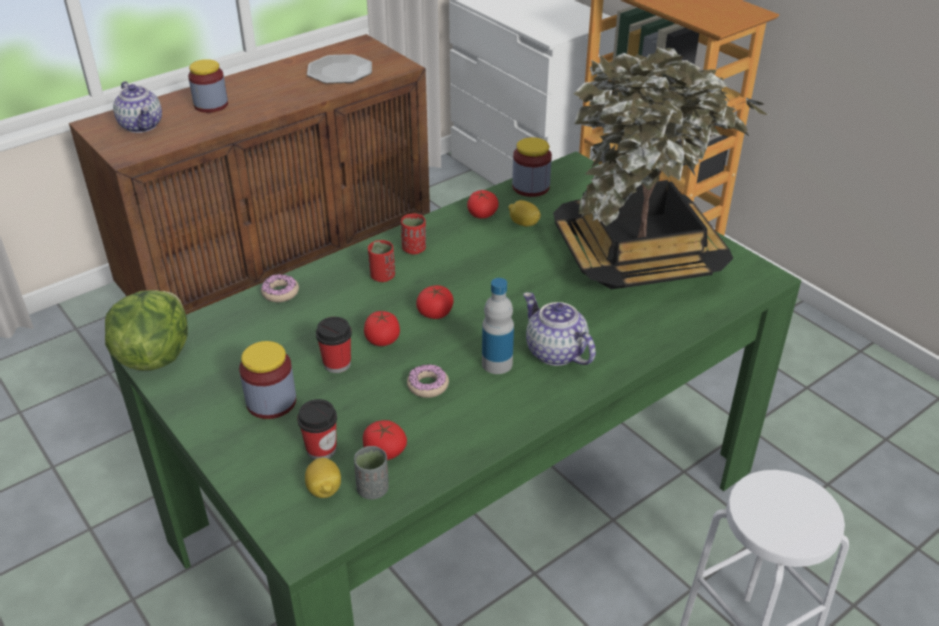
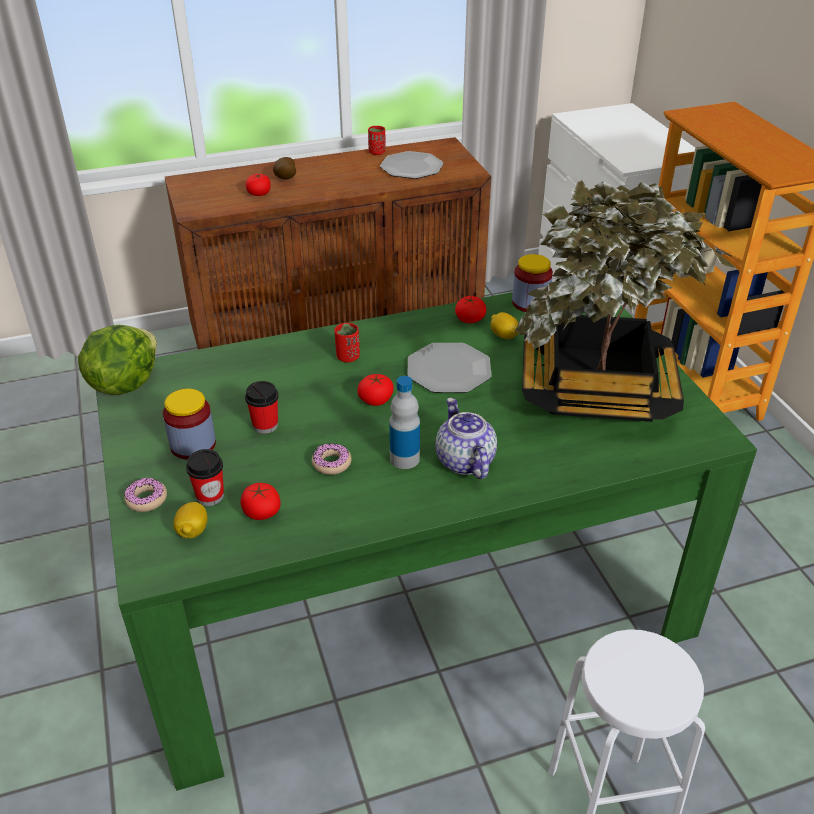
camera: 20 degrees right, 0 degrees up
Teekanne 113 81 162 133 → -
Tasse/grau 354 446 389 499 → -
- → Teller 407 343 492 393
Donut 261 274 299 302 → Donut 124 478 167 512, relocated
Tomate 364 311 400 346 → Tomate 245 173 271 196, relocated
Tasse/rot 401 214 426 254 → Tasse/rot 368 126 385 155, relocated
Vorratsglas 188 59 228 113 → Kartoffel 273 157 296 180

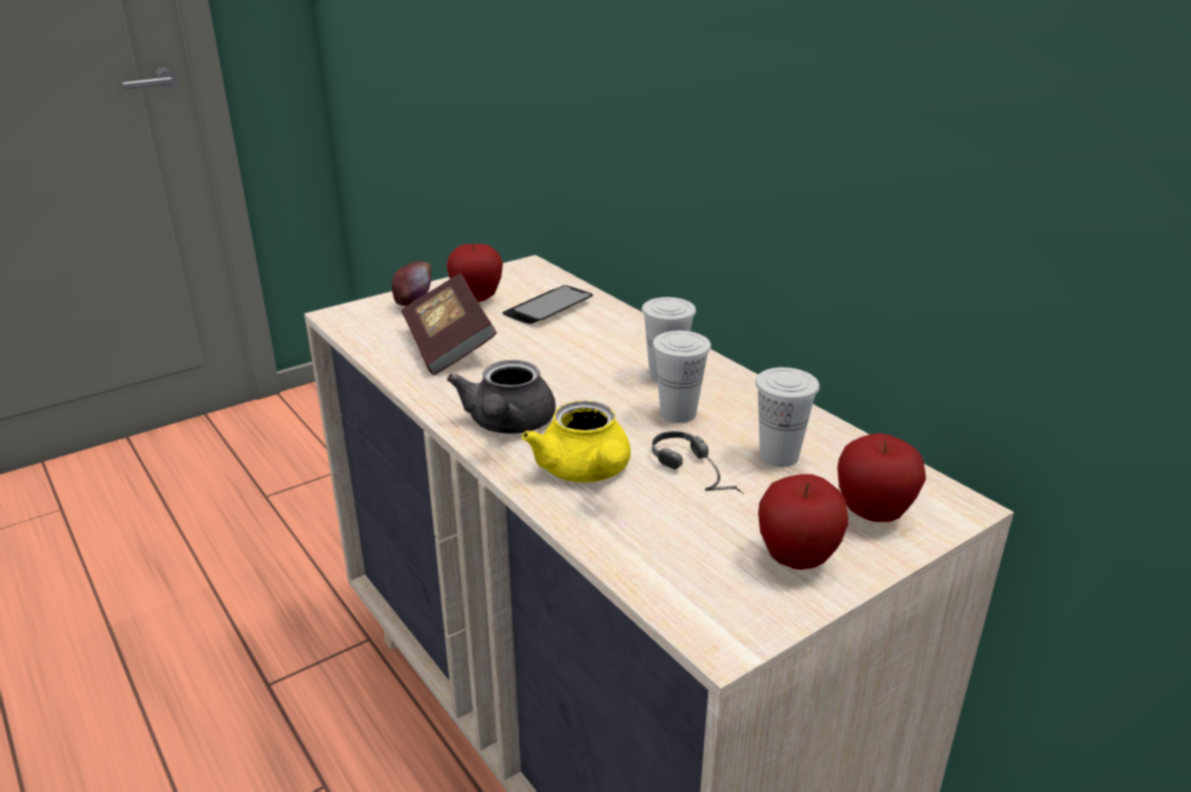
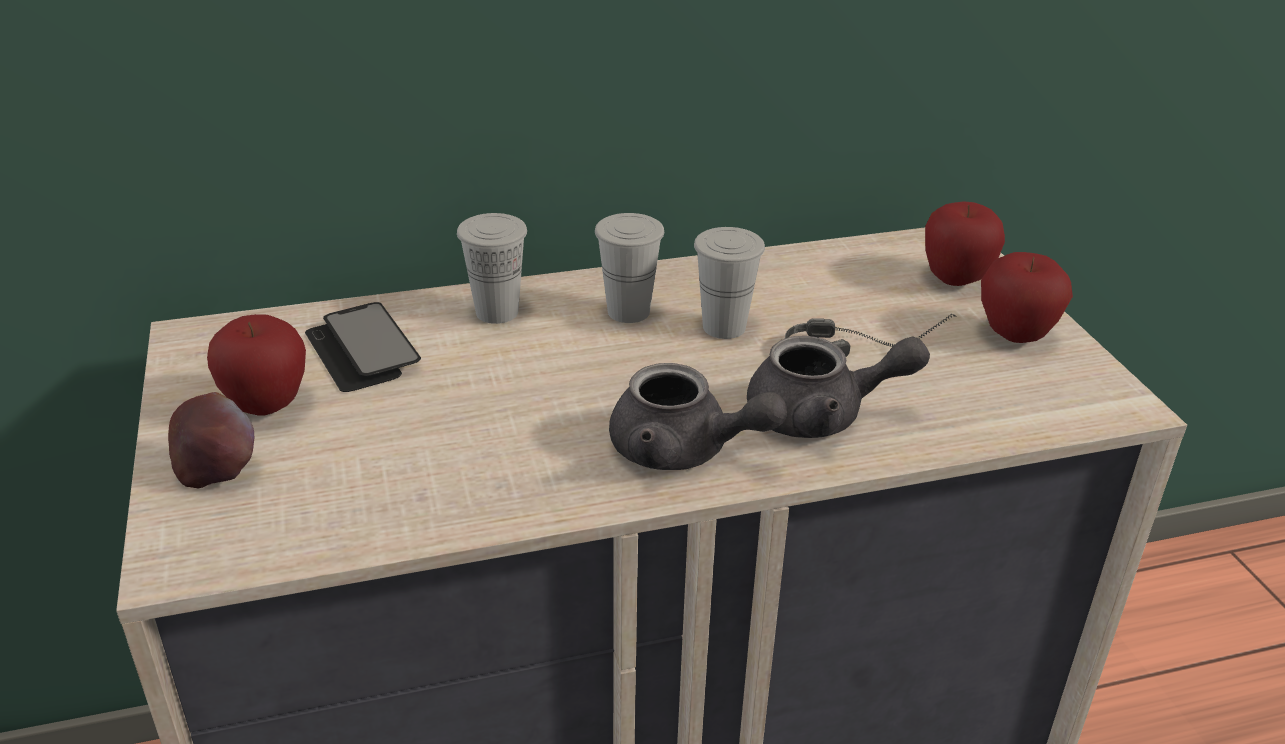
camera: 70 degrees left, 5 degrees up
Buch 401 273 497 375 → -
Tasse/weiß 755 367 819 467 → Tasse/weiß 457 213 527 324, relocated
Teekanne/gelb 522 401 631 482 → Teekanne/grau 747 336 930 438

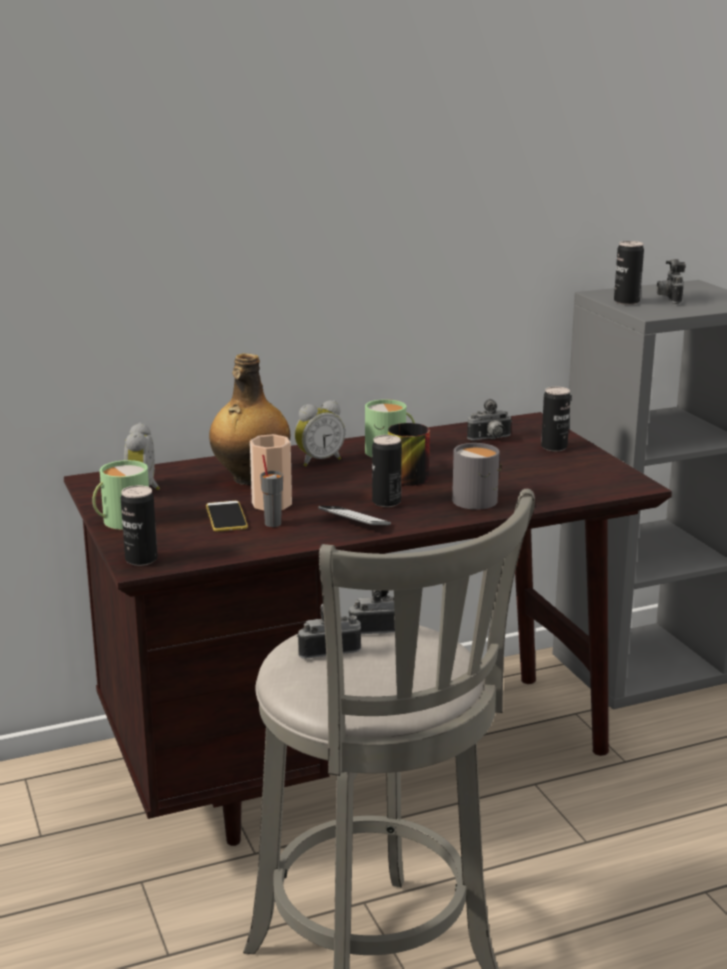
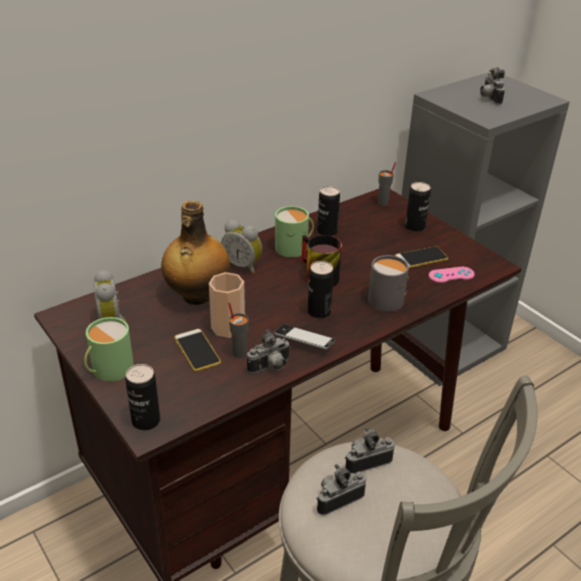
camera: 15 degrees left, 15 degrees up
- → Tasse/grau 378 162 396 206
- → Handy 395 246 448 268
- → Gamepad/rosa 429 267 475 283
Kamera 467 399 512 441 → Kamera 247 330 290 374, relocated
Dose 614 241 644 305 → Dose 317 186 340 236, relocated
Wecker 295 400 345 466 → Wecker 221 220 262 274, 75 degrees clockwise

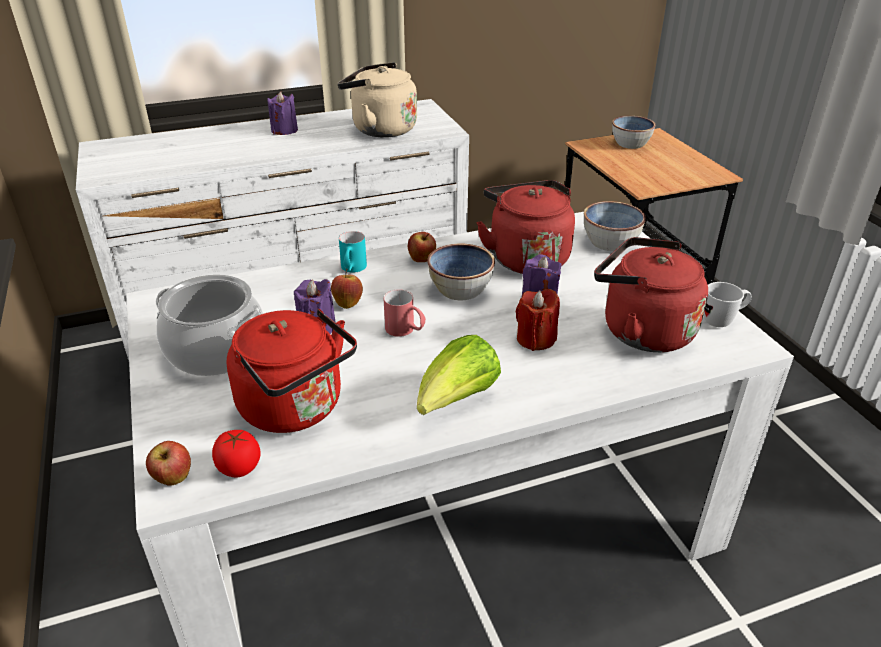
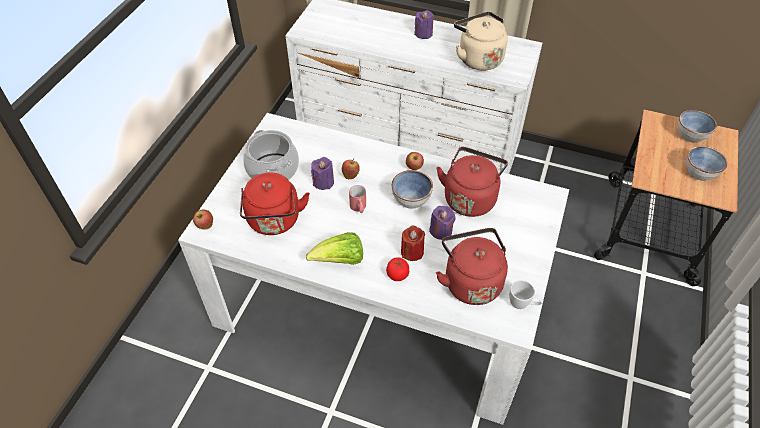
camera: 40 degrees right, 15 degrees up
Henkelbecher/türkis 339 231 367 273 → -
Tomate 212 430 261 478 → Tomate 386 257 409 281, relocated
Schüssel 584 201 646 251 → Schüssel 686 146 727 181, relocated

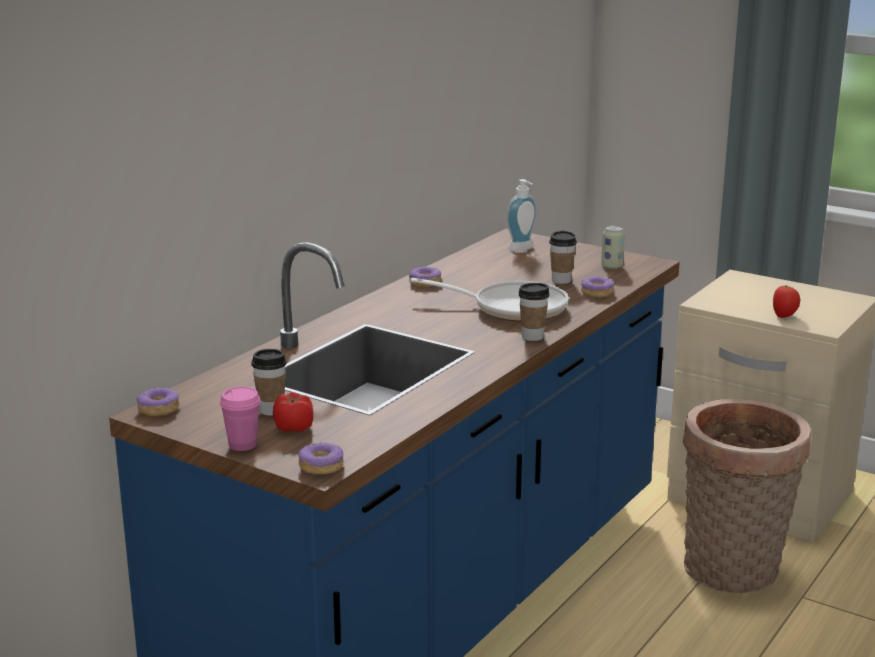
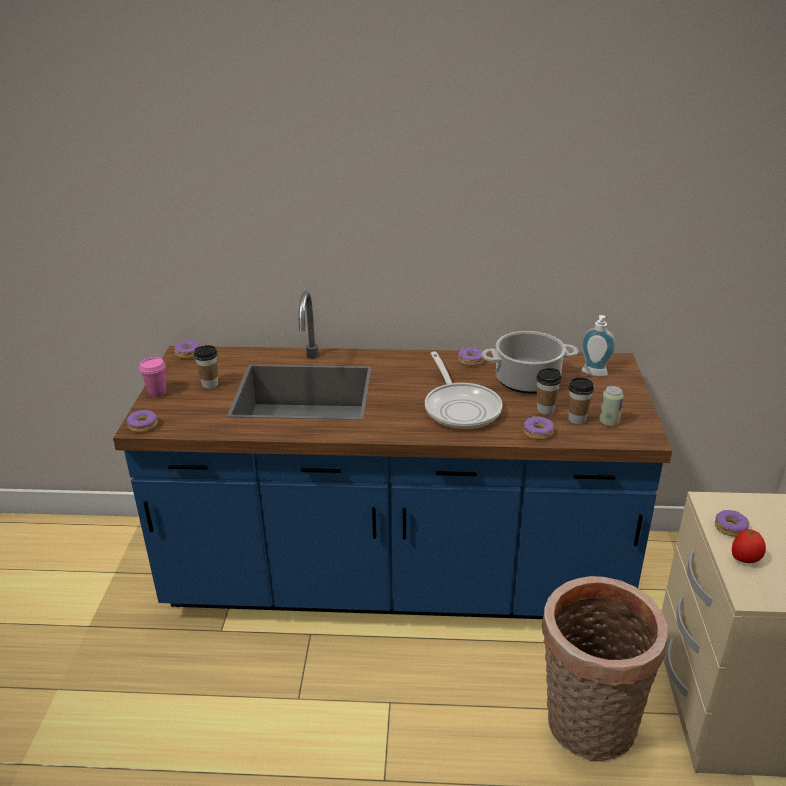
camera: 60 degrees right, 10 degrees up
Tomate 273 392 313 432 → -
- → Kochtopf 481 331 578 394
- → Donut 715 510 749 537
Tasse 519 283 550 341 → Tasse 568 377 594 424, relocated

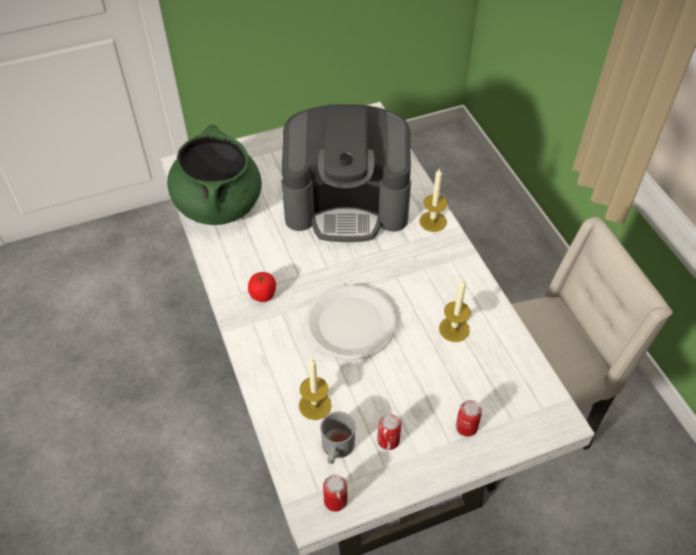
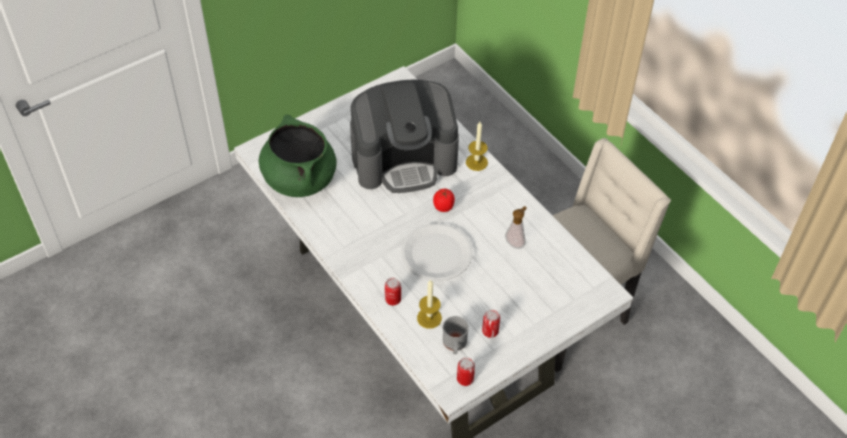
camera: 15 degrees left, 0 degrees up
Tomate 248 272 276 302 → Tomate 433 189 455 212, relocated
Dose 456 400 482 436 → Dose 385 277 401 306, relocated
Kerze 439 278 471 342 → Seifenspender 505 206 527 249

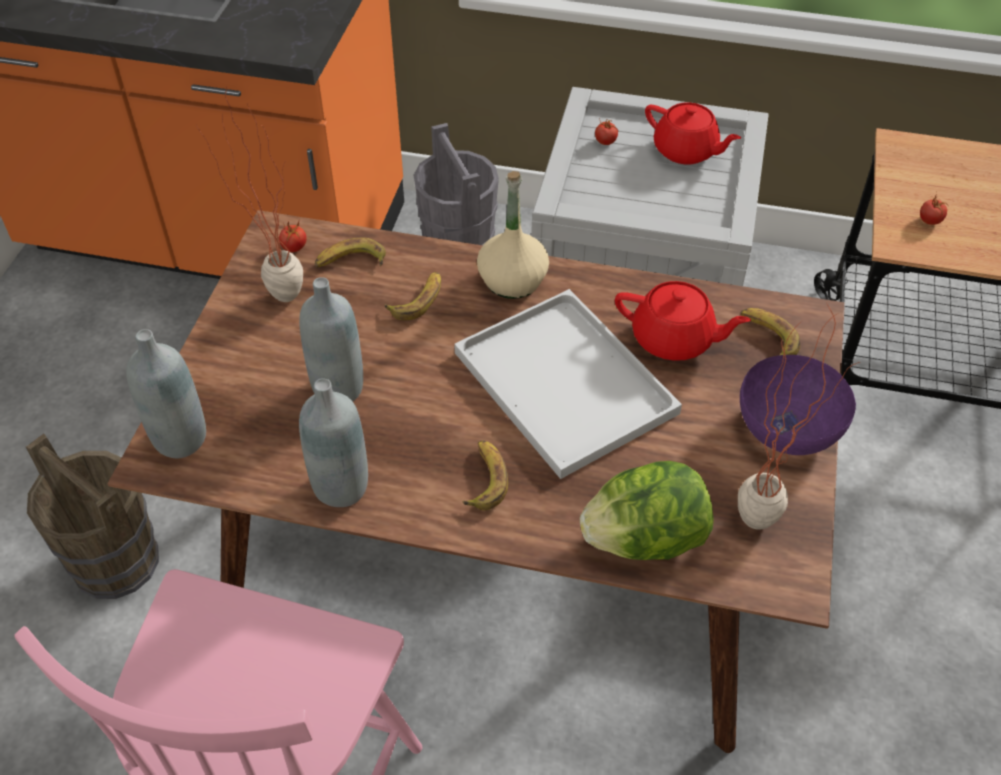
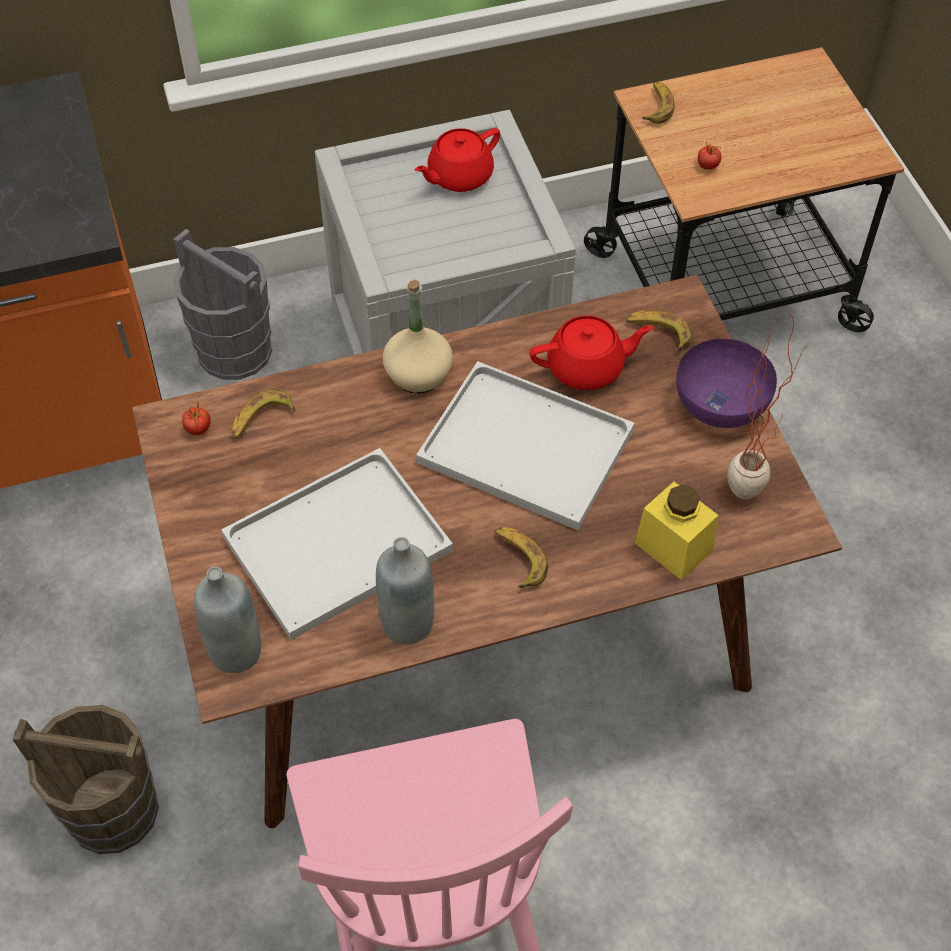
camera: 30 degrees left, 5 degrees up
Topfpflanze 196 87 303 302 → -
Tomate 595 118 618 145 → -
Banane 385 272 441 320 → Banane 642 82 674 124, relocated
Flasche/grau 299 277 363 401 → Tablett/weiß 221 448 453 640
Salatkopf 580 461 714 560 → Vorratsglas/gelb 635 482 719 580
Teekanne/rot 645 102 741 165 → Teekanne/rot 414 128 500 192, 135 degrees clockwise

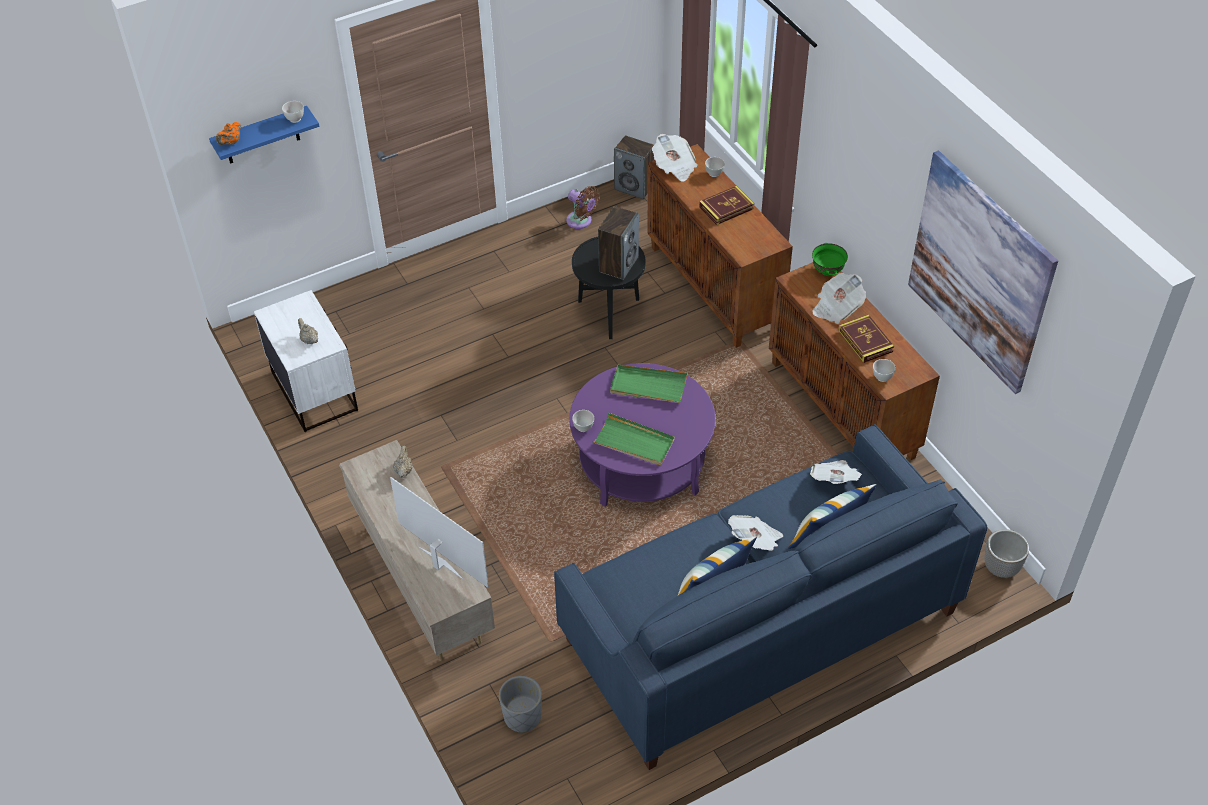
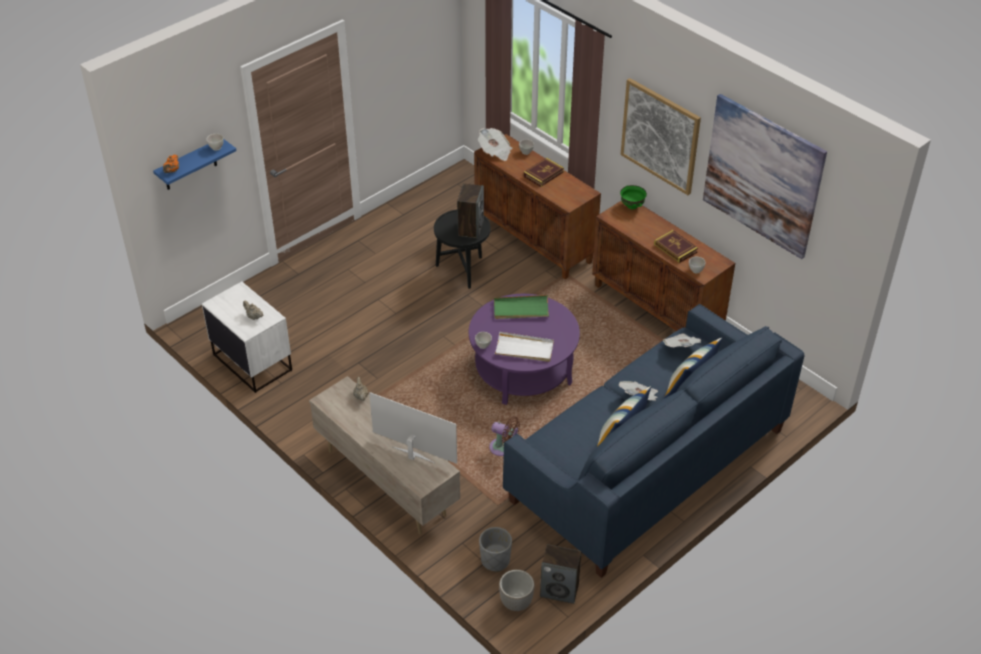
camera: 15 degrees left, 5 degrees down
Zeitung 812 273 866 324 → -
- → Bild 621 78 701 195
Ventilator/braun 566 186 600 229 → Ventilator/braun 489 417 520 456, relocated
Lautsprecher 614 135 655 199 → Lautsprecher 540 544 581 604, relocated
Pflanzkübel 984 529 1029 578 → Pflanzkübel 499 570 534 611, relocated
Tablett/grün 592 413 675 465 → Tablett/weiß 494 332 554 362

